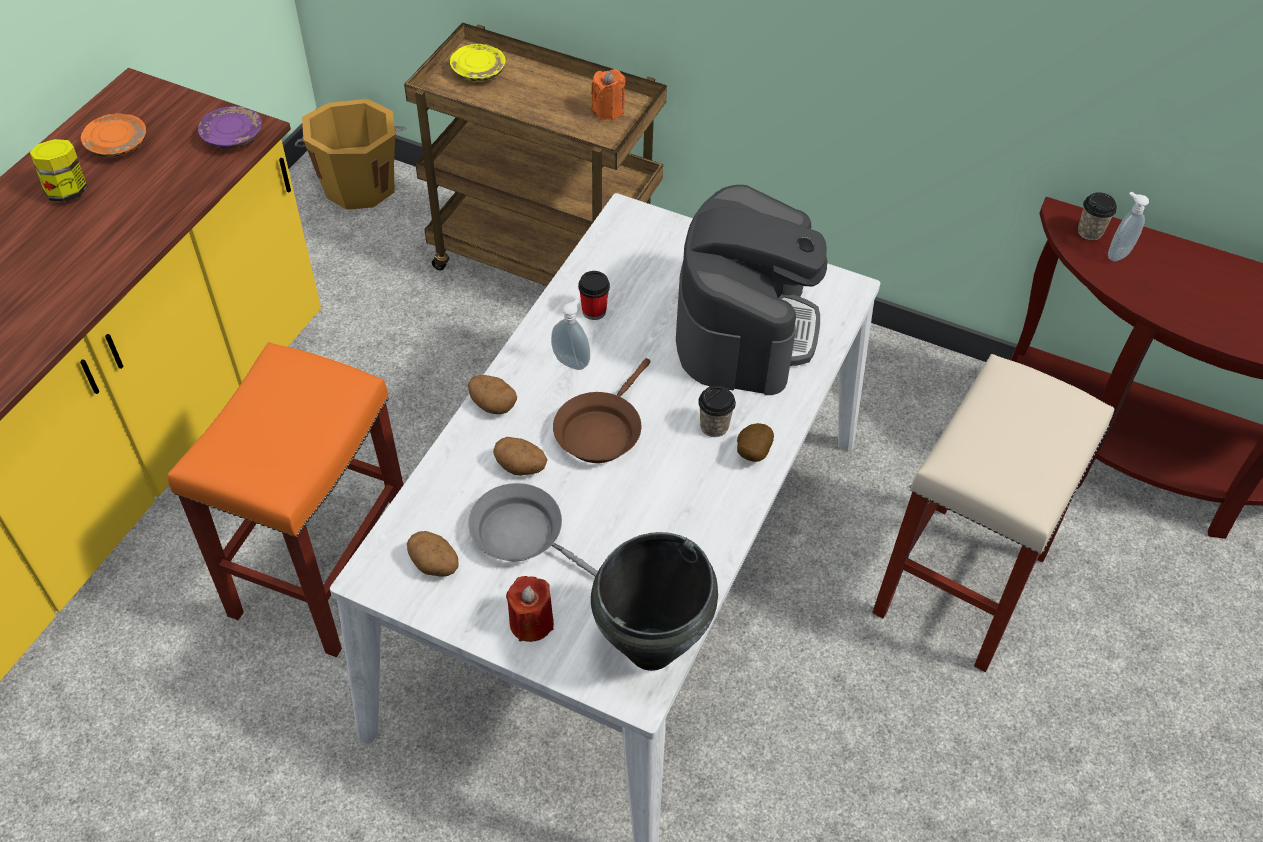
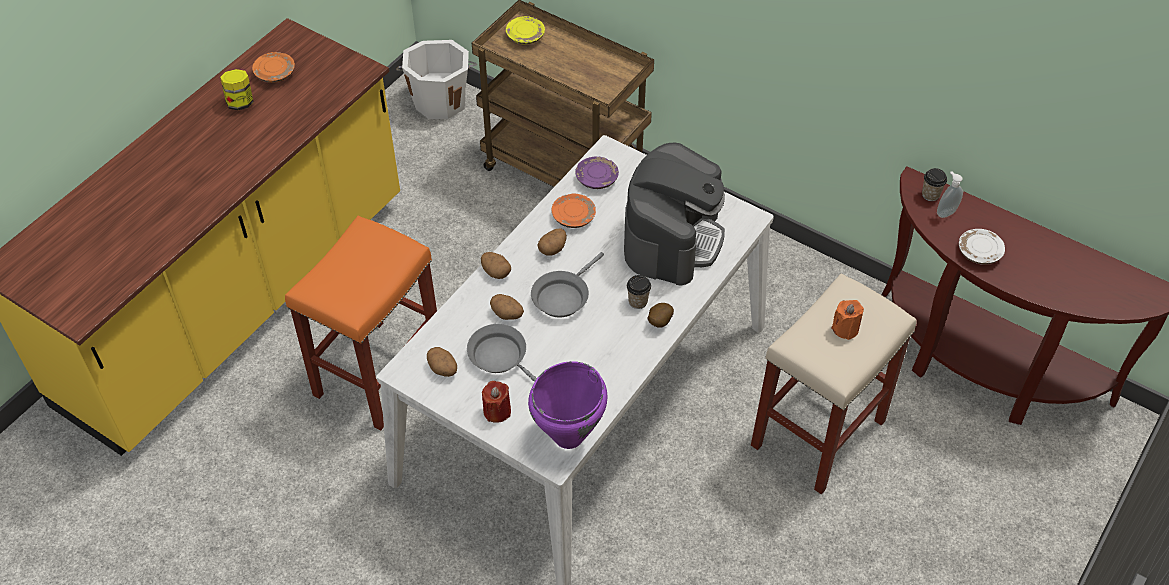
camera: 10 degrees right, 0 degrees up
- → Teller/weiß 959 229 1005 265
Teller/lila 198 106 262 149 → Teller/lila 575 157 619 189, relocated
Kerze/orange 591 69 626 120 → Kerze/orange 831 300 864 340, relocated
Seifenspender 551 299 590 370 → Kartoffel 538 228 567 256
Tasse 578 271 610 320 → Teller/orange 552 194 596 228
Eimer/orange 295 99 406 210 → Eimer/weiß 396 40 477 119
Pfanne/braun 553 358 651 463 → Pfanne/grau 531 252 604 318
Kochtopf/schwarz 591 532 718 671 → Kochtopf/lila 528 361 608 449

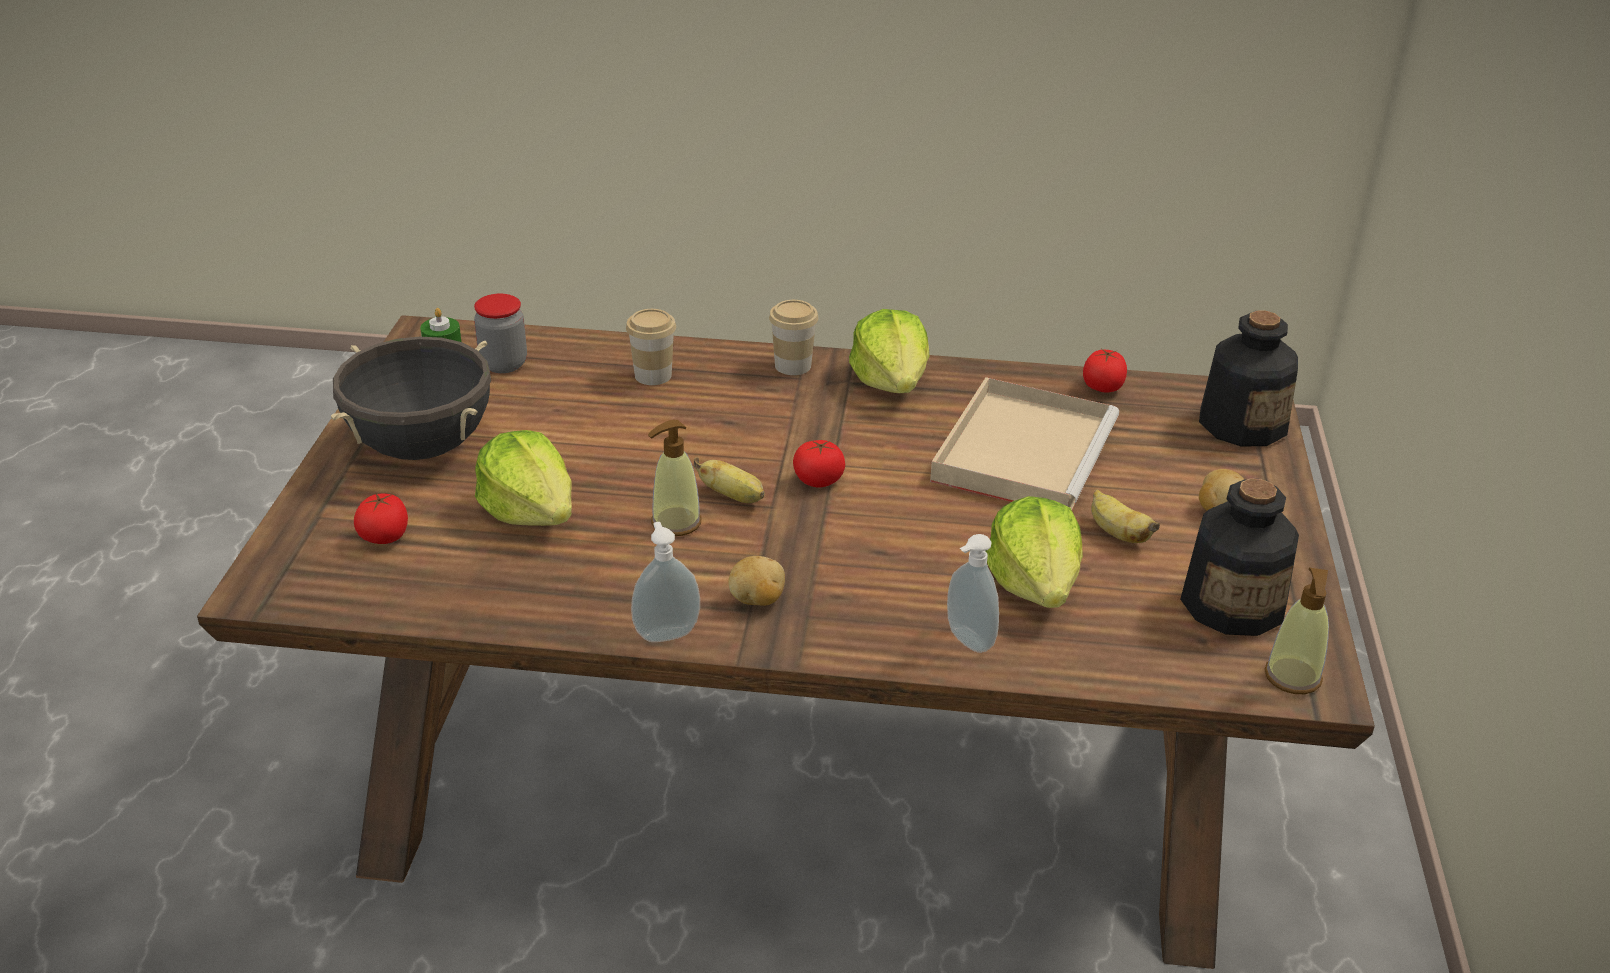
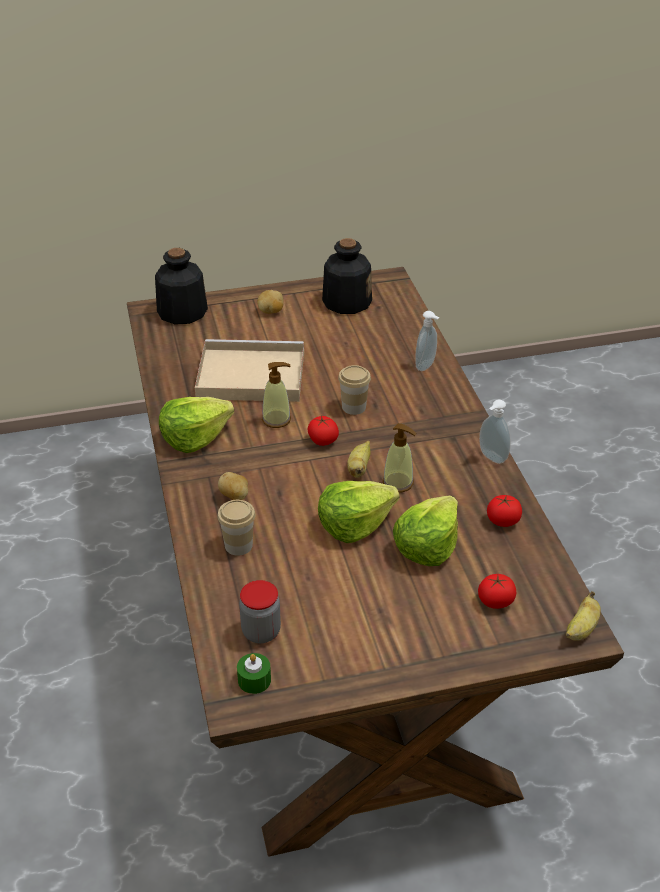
camera: 110 degrees left, 5 degrees up
Kochtopf/schwarz 331 336 491 460 → -
Kartoffel 728 556 785 606 → Kartoffel 218 472 248 500, relocated
Tasse 769 300 819 375 → Tasse 338 365 371 415, relocated
Salatkopf 986 496 1083 608 → Salatkopf 318 481 400 543, relocated
Tomate 1083 349 1127 393 → Tomate 487 495 522 527, relocated
Banane 1091 489 1160 543 → Banane 565 591 601 641, relocated
Seifenspender 1264 567 1329 694 → Seifenspender 262 362 291 428, relocated

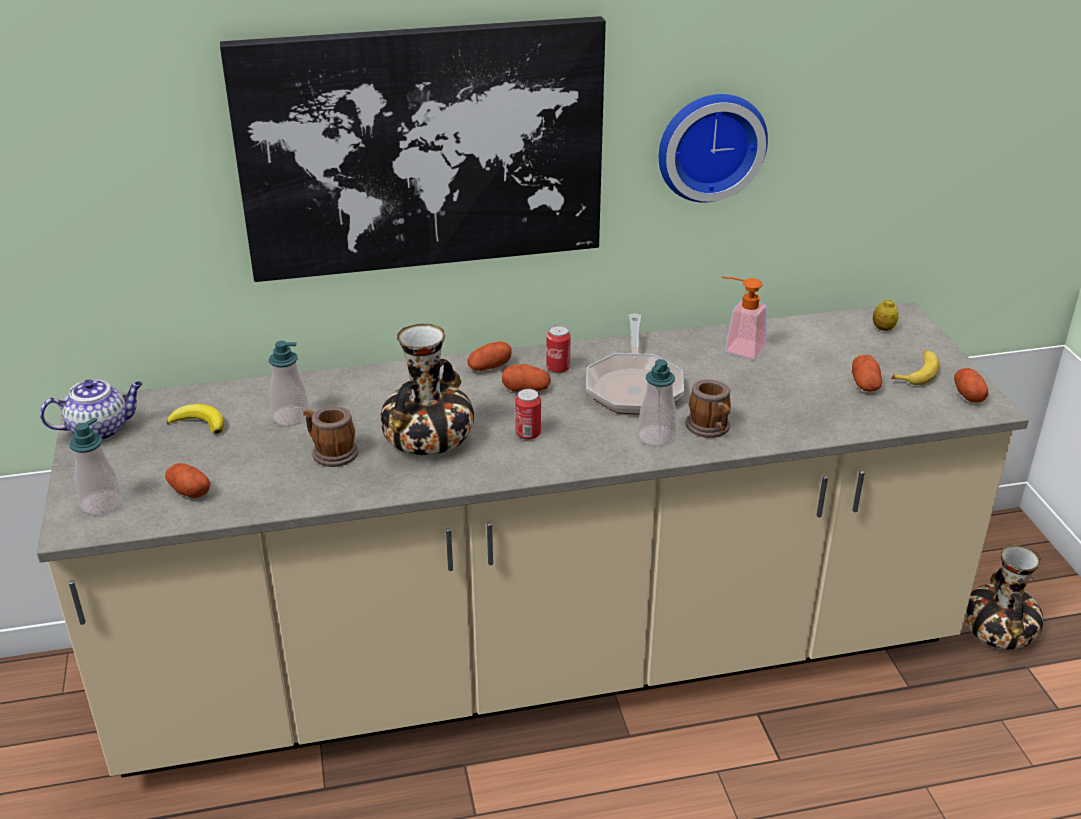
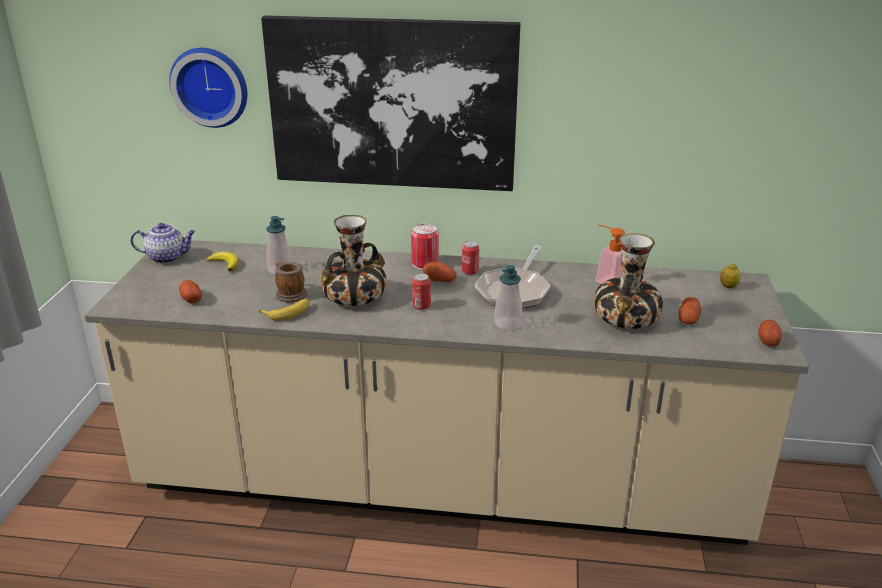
camera: 20 degrees right, 5 degrees down
Seifenspender 69 418 122 515 → -
Henkelbecher 686 379 731 438 → -
Wanduhr 659 94 768 203 → Wanduhr 169 48 248 128, relocated
Banane 892 350 940 385 → Banane 259 298 310 321, relocated
Vase 965 545 1043 649 → Vase 594 233 663 329, relocated
Kartoffel 467 341 512 371 → Dose 411 224 439 270

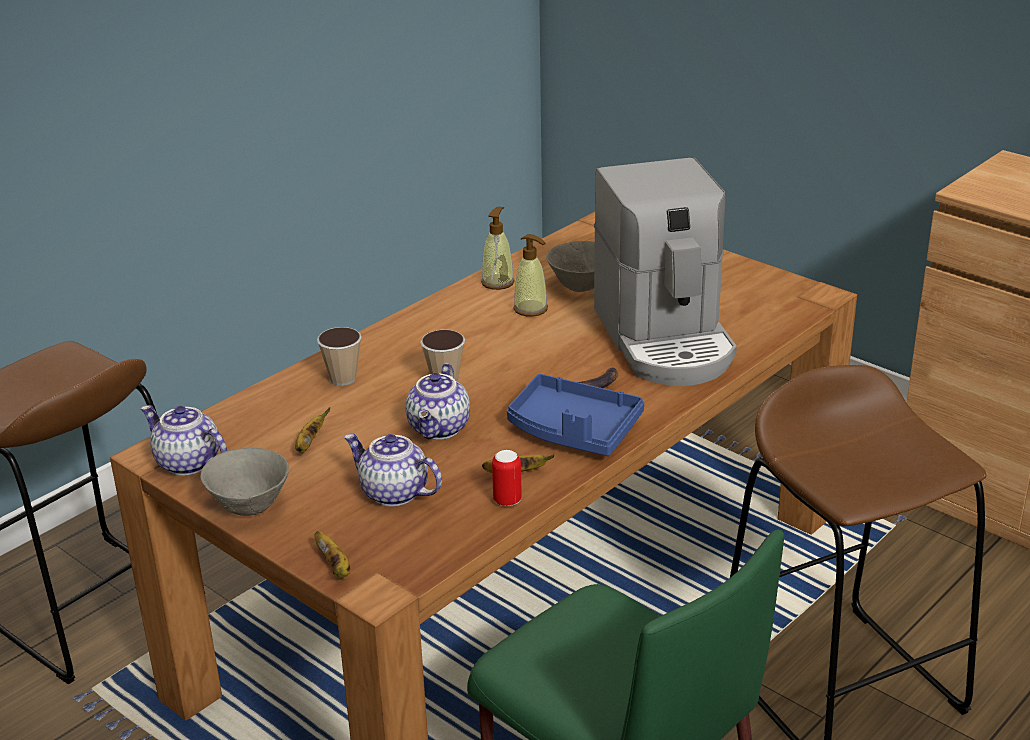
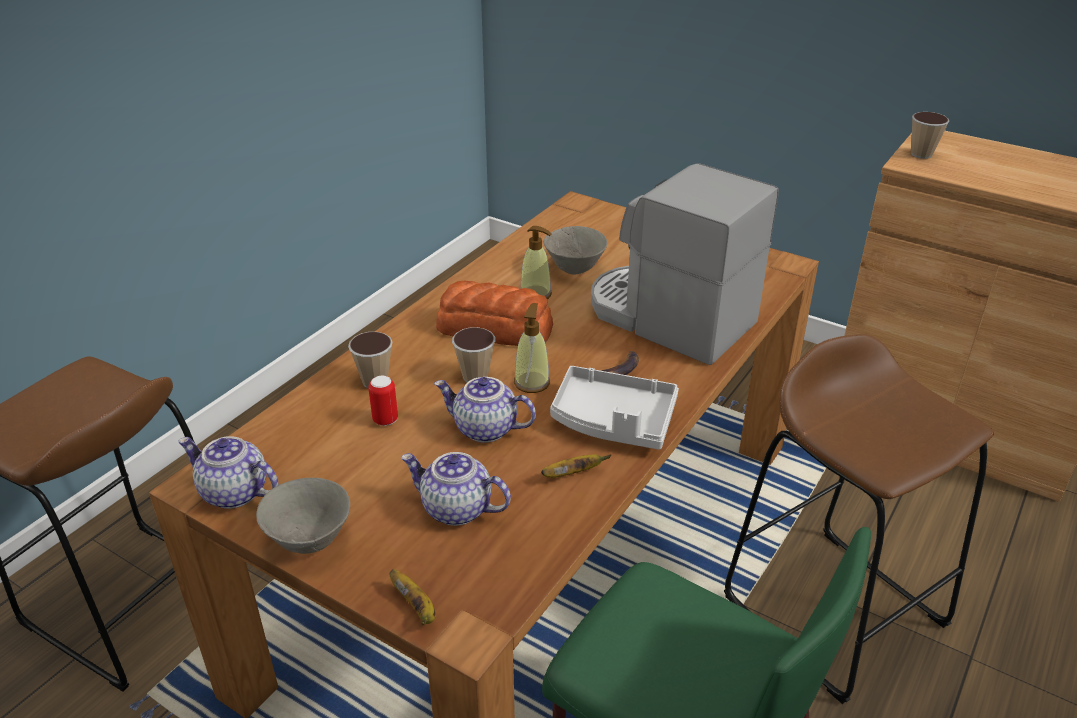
camera: 10 degrees left, 5 degrees up
Banane 295 407 331 453 → -
- → Brot 436 281 553 346
- → Tasse 911 112 949 159
Seifenspender 481 207 515 290 → Seifenspender 514 303 550 393, relocated
Dose 492 450 522 506 → Dose 368 376 398 426, relocated
Tablett/blau 507 374 644 456 → Tablett/grau 550 366 679 450
Teekanne 405 363 470 439 → Teekanne 434 377 536 443, 105 degrees clockwise
Kaffeemaschine 594 158 737 386 → Kaffeemaschine 591 163 779 365, 150 degrees clockwise

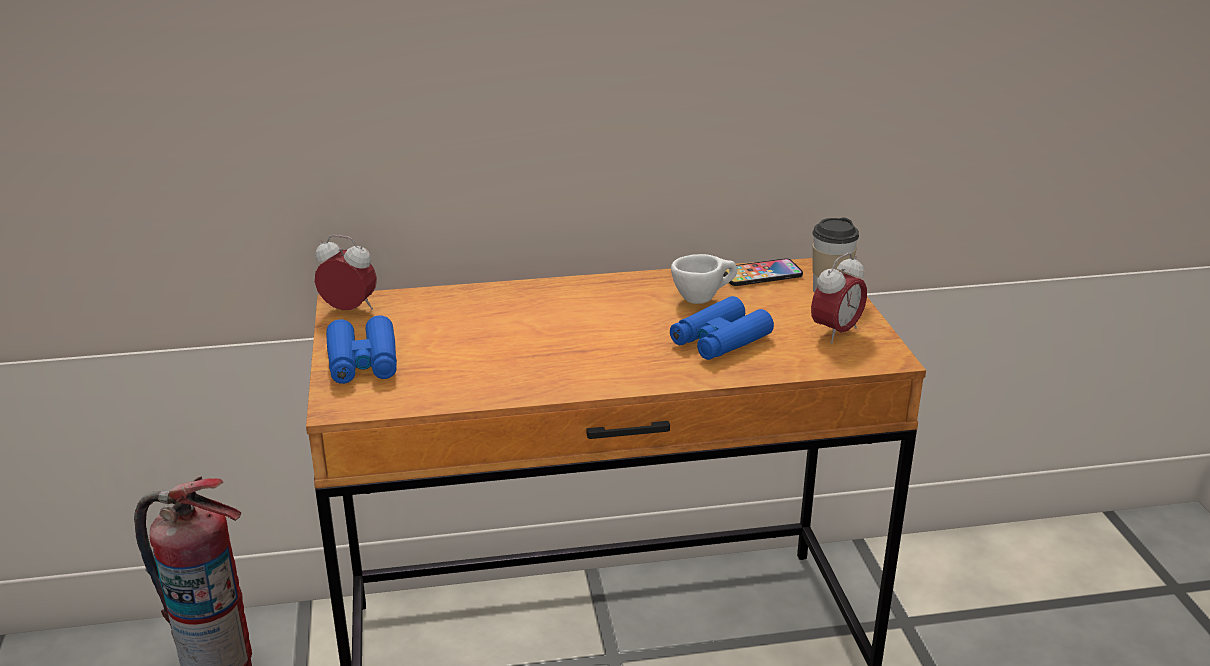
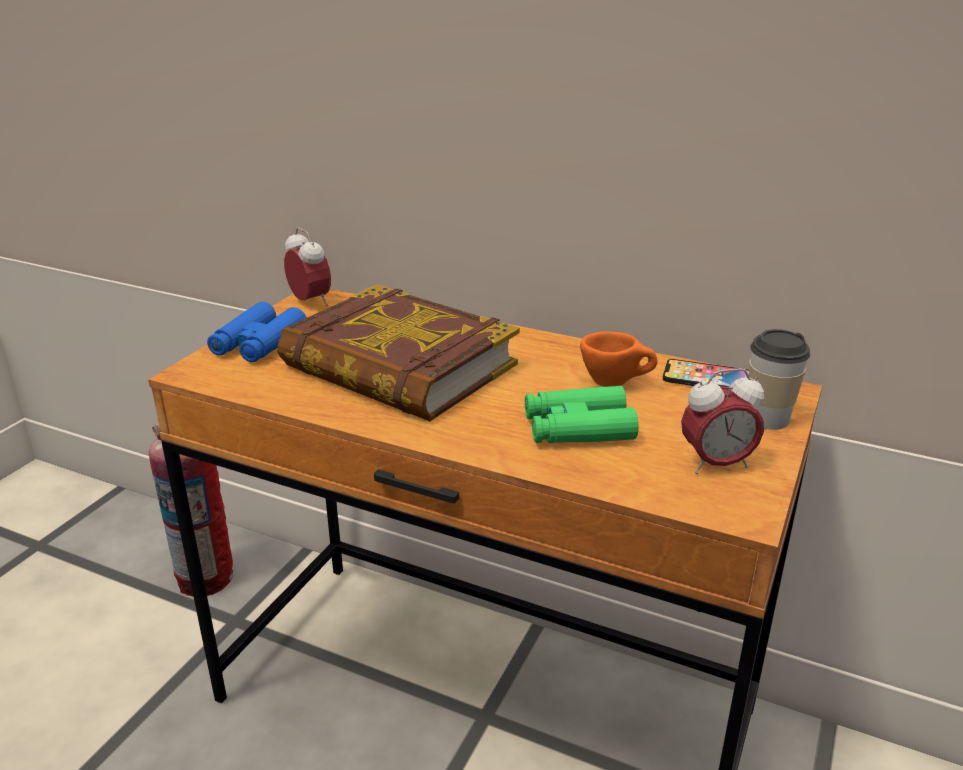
camera: 35 degrees right, 0 degrees up
- → Buch 277 285 520 421
Fernglas/blau 670 296 774 360 → Fernglas/grün 525 386 639 443
Tasse/weiß 671 254 737 304 → Tasse/orange 580 332 657 387

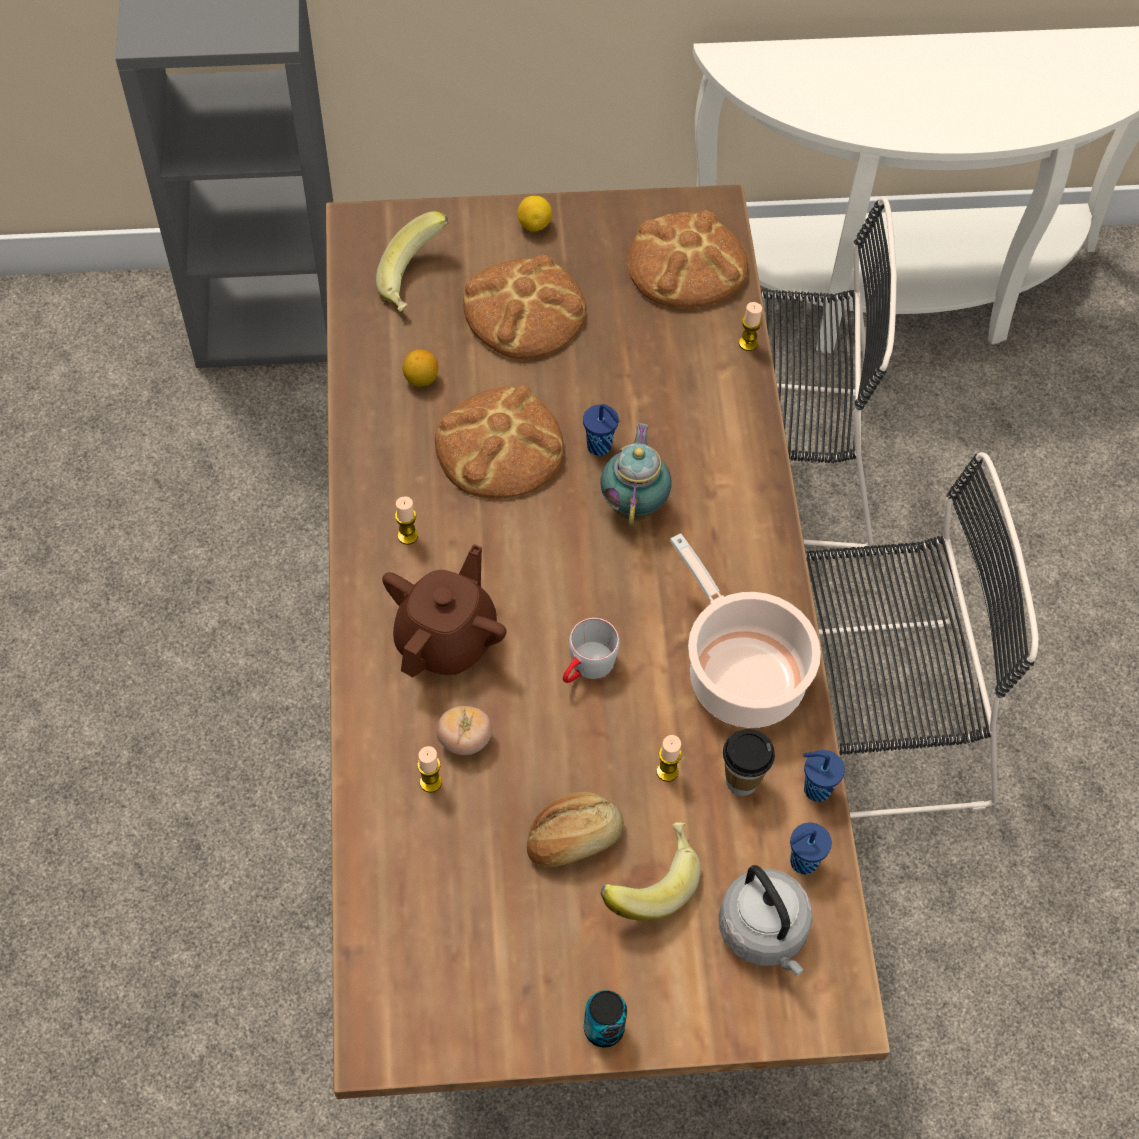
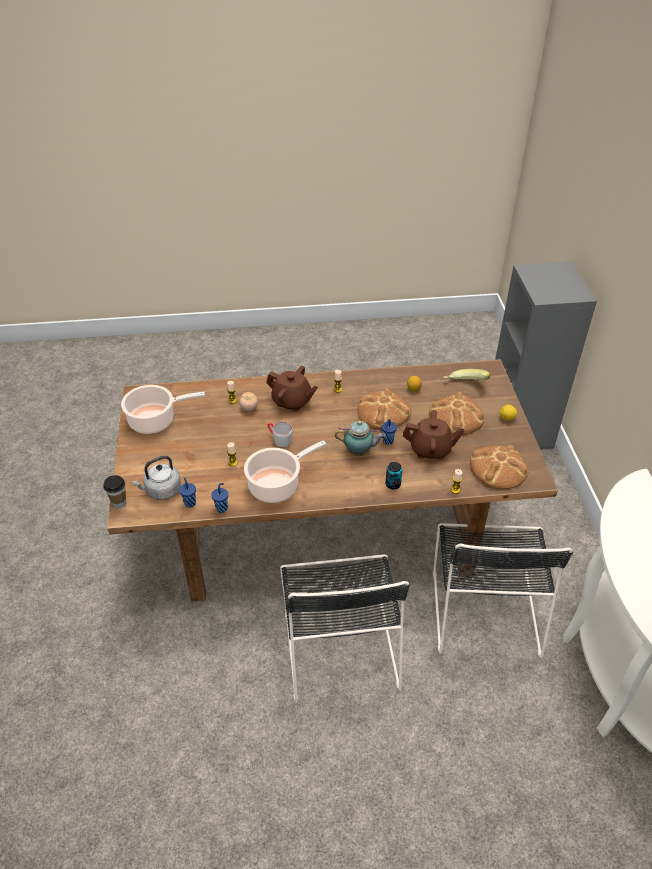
camera: 90 degrees right, 15 degrees down
Brot 527 792 624 867 → -
Banane 600 822 701 921 → -
- → Kochtopf 121 385 205 434
- → Teekanne/braun 403 410 464 460
Dose 584 990 627 1047 → Dose 386 462 402 490, relocated
Tasse 723 729 775 796 → Tasse 103 475 126 509, relocated

